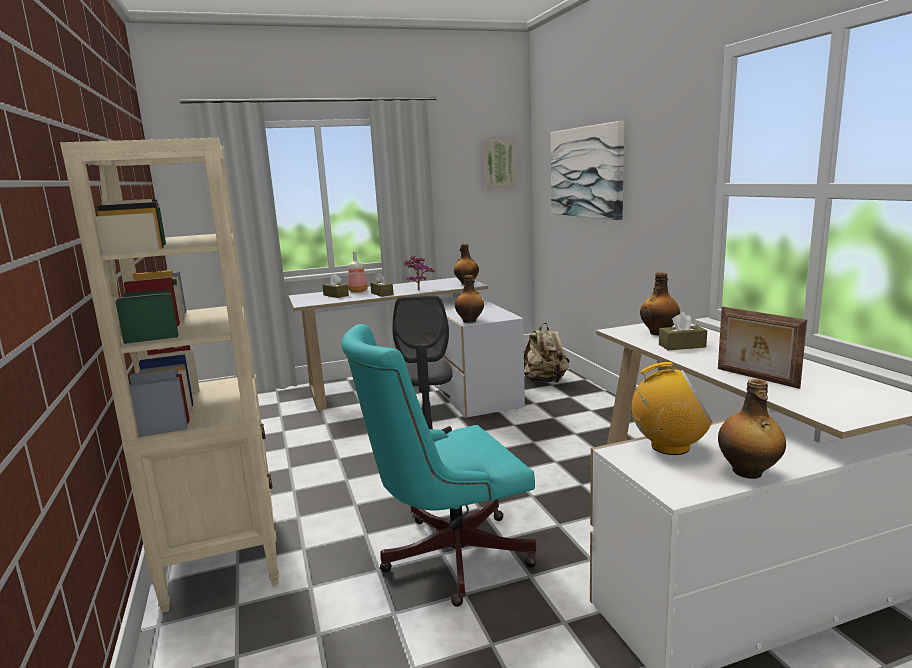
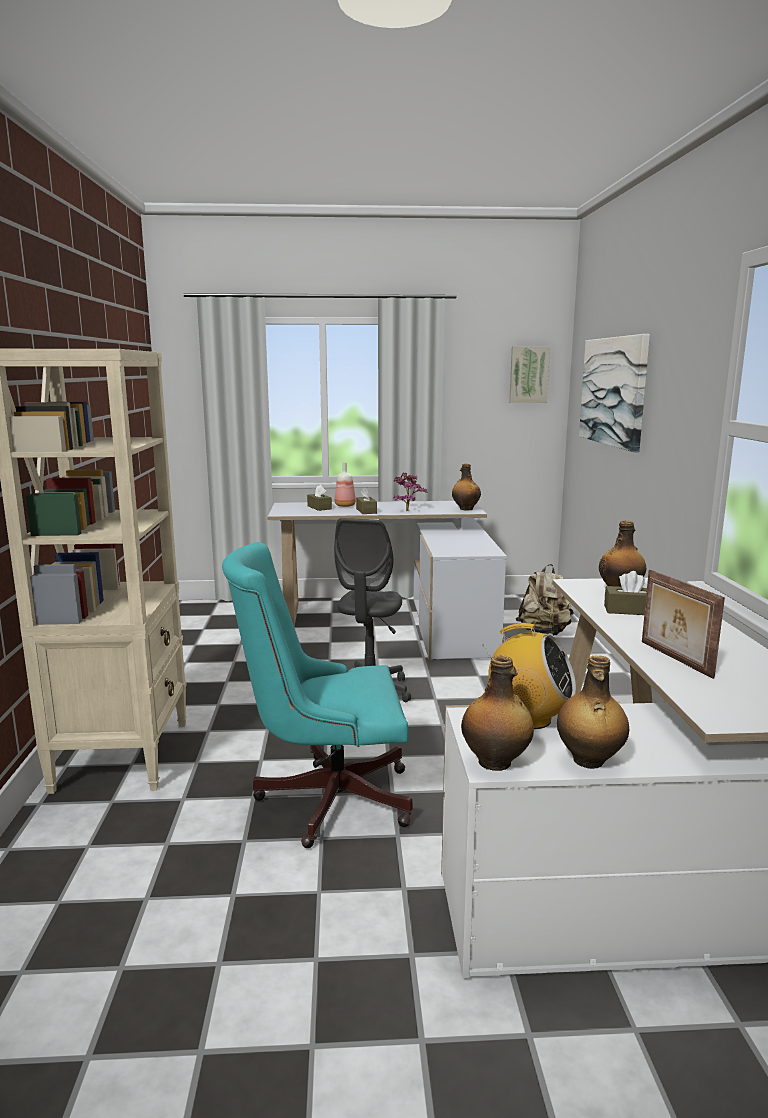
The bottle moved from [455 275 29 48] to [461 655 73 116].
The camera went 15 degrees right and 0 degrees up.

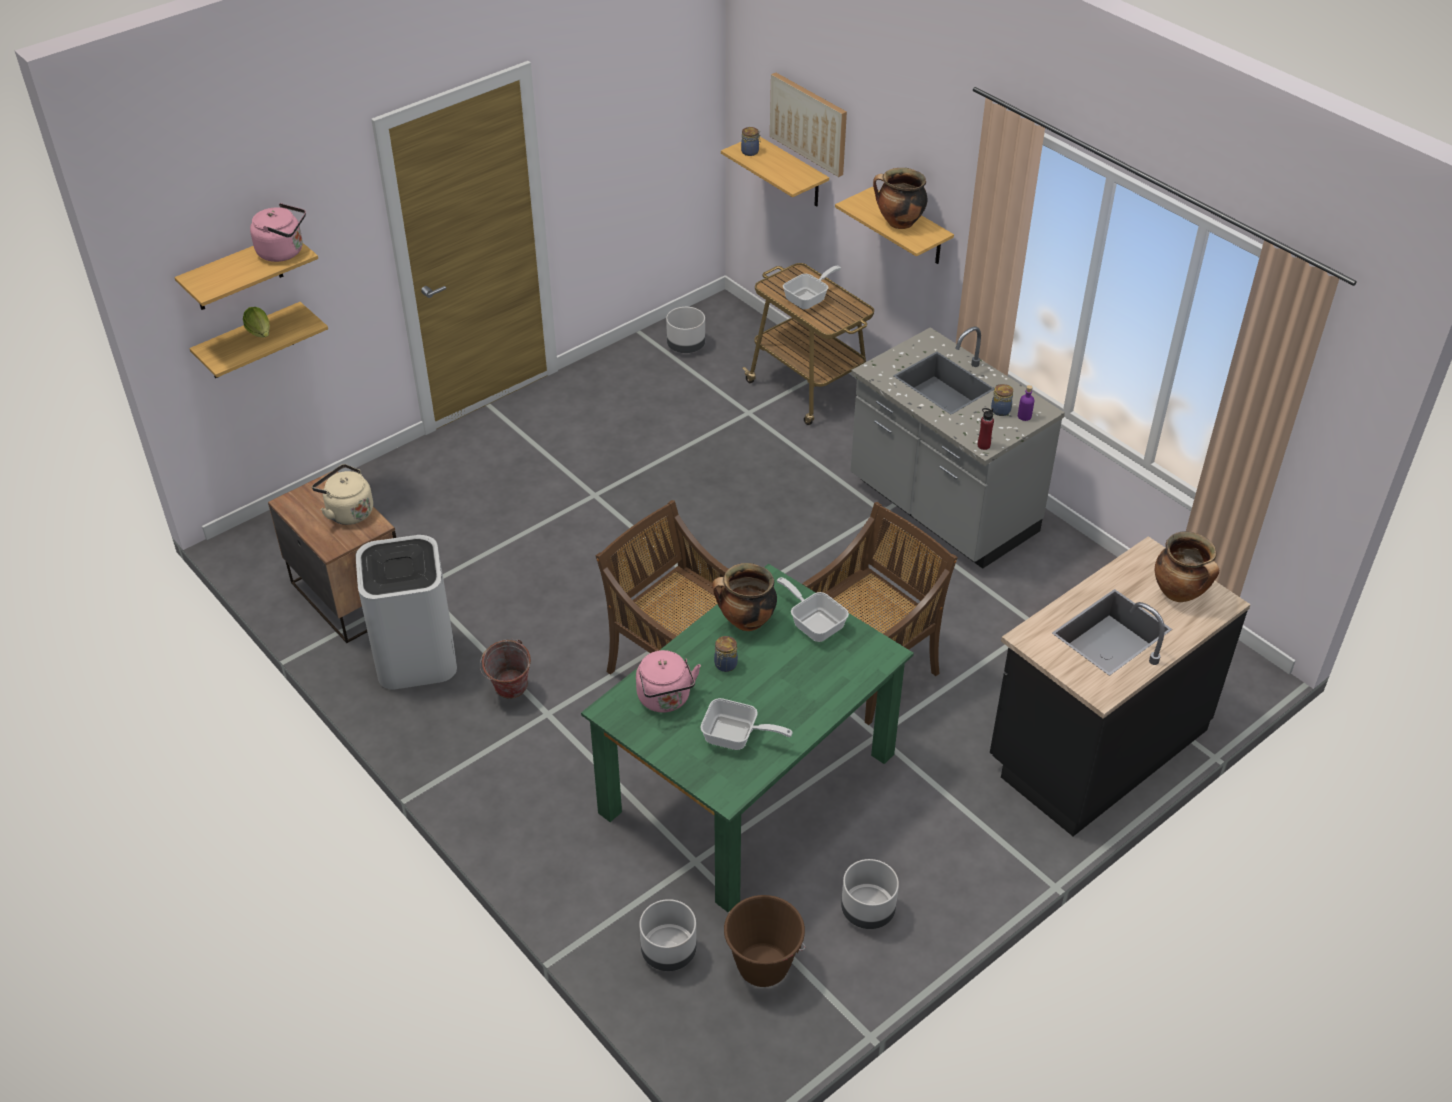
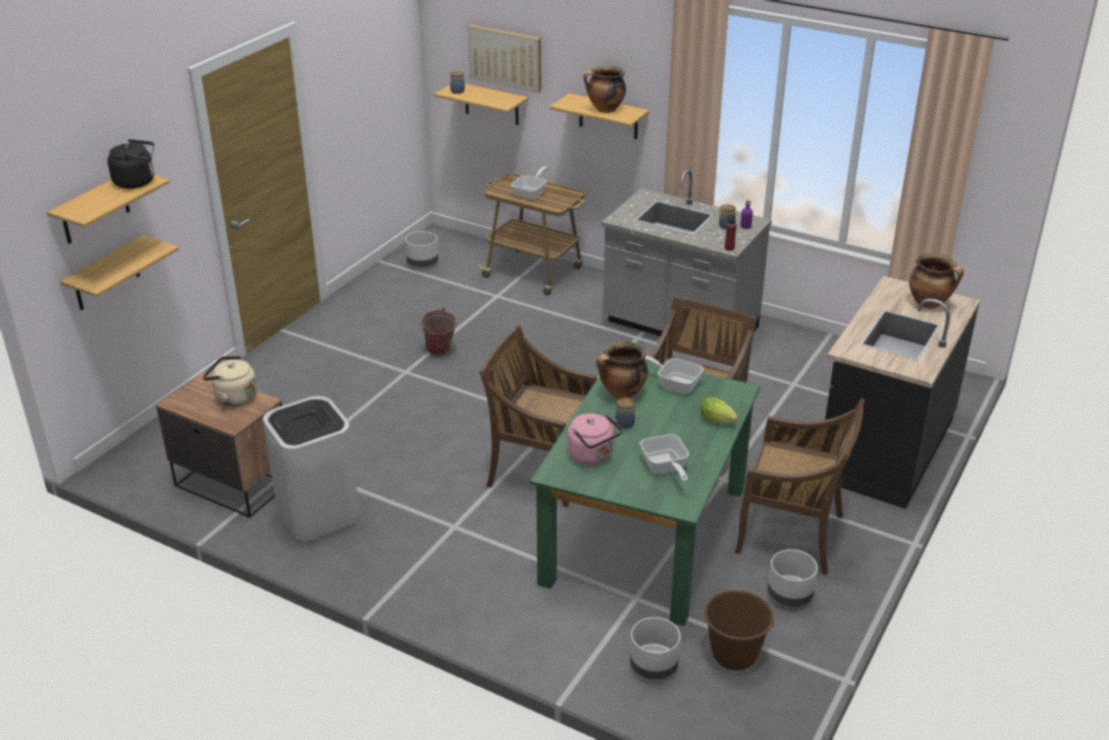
The lettuce head moved from [243 307 27 30] to [700 397 38 27].
The water kettle/pink-coloured at [250 203 56 59] became the water kettle/black at [107 139 47 50].
The pail moved from [480 639 51 60] to [419 308 38 47].
The pan at [700 698 92 52] turned 75 degrees clockwise.
The upright chair/brown at [735 398 130 177] appeared.
The camera went 20 degrees left and 10 degrees down.

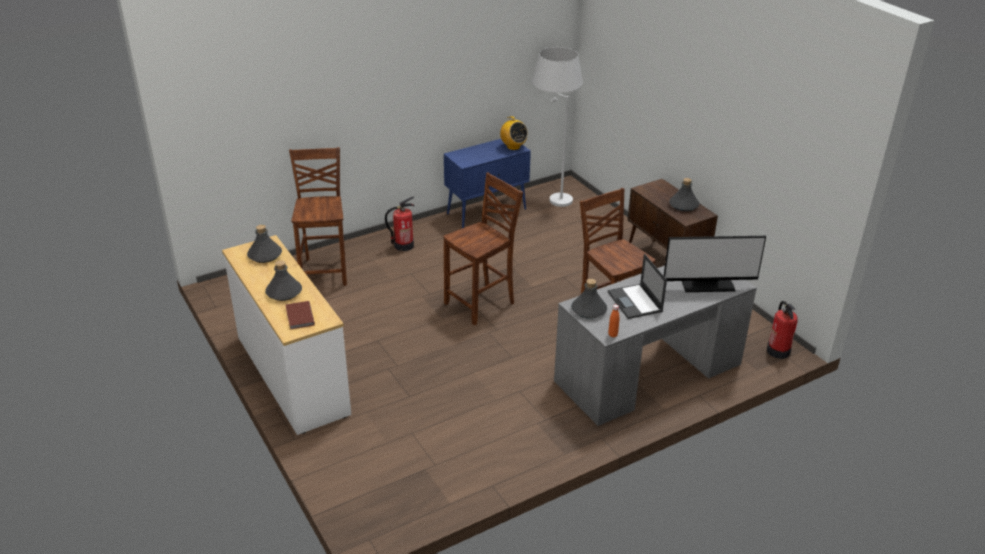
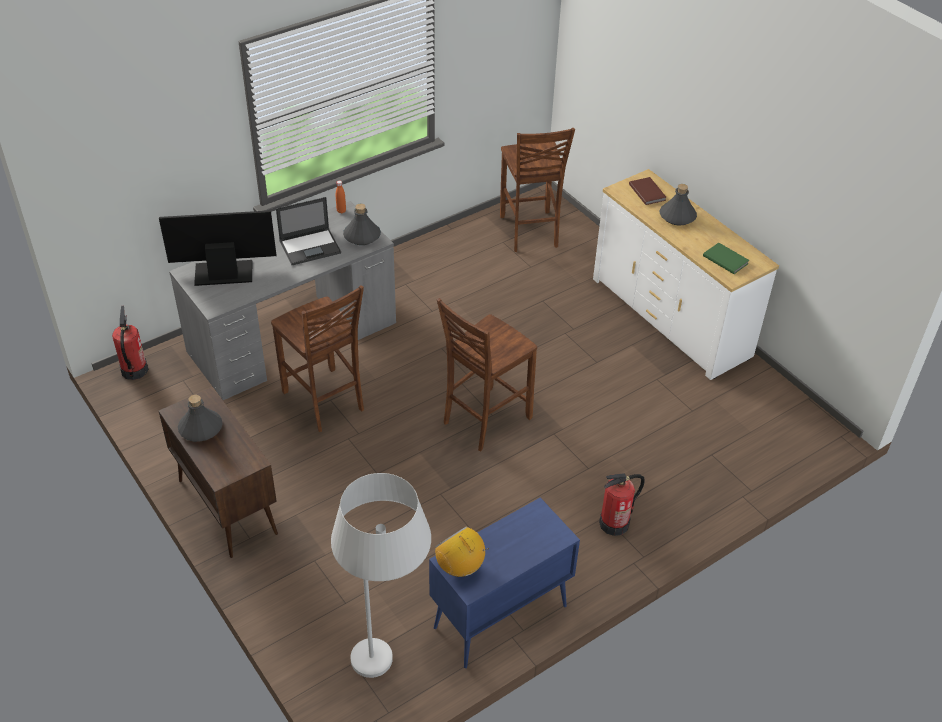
The bottle/grey at [247 225 35 38] was replaced by the book/green-coloured at [703 243 46 31].
The upright chair/brown moved from [289 147 58 139] to [500 128 75 124].
The notebook computer at [608 254 59 65] turned 90 degrees clockwise.
The camera went 175 degrees right and 10 degrees up.

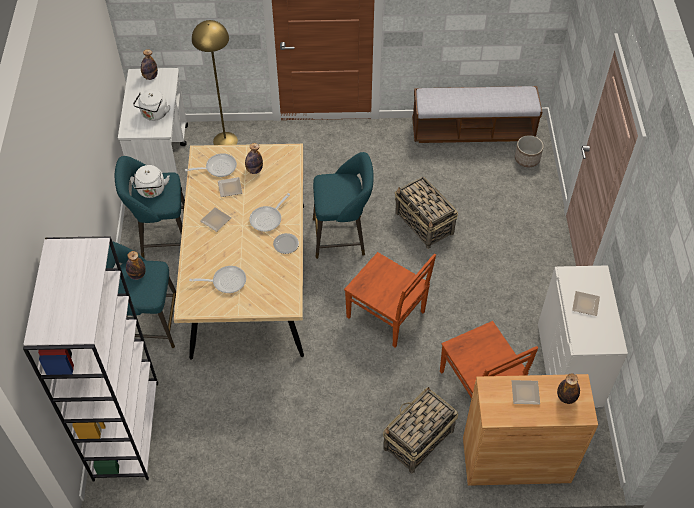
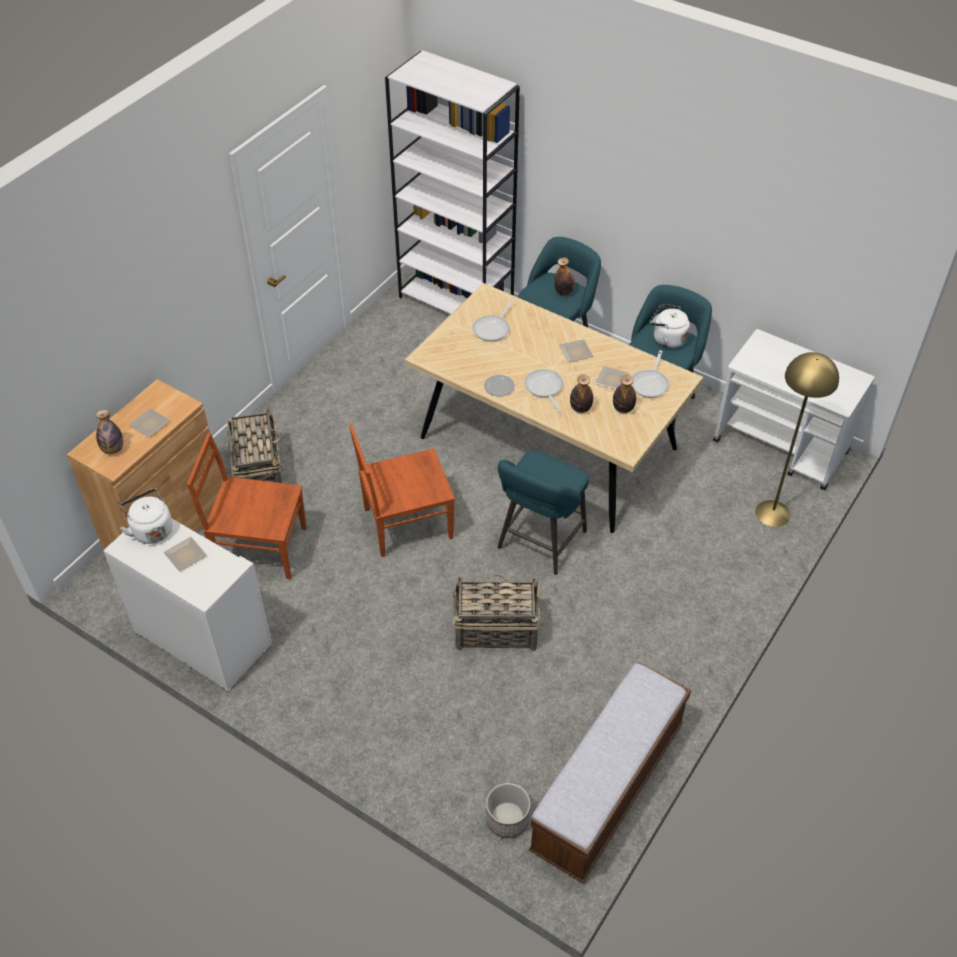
The water kettle/white moved from [133 89 37 32] to [120 489 52 55].
The bottle moved from [141 49 17 31] to [570 375 23 38].
The camera went 125 degrees right and 5 degrees down.

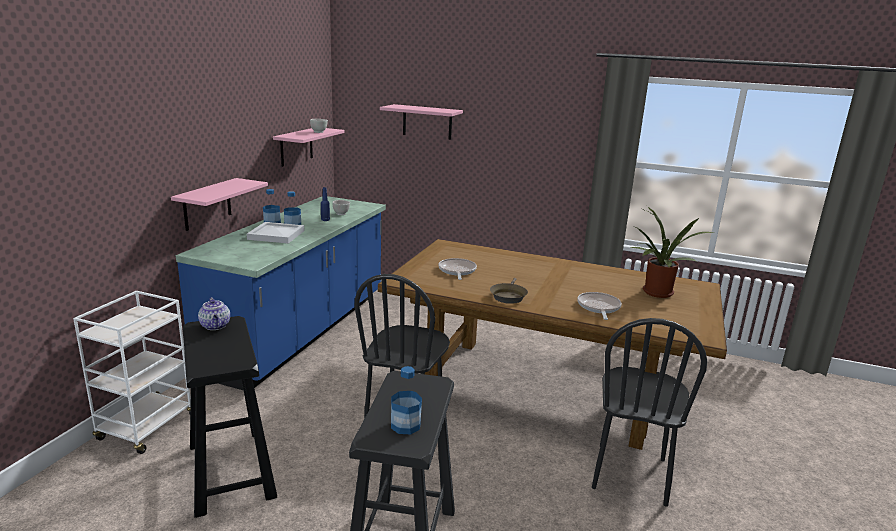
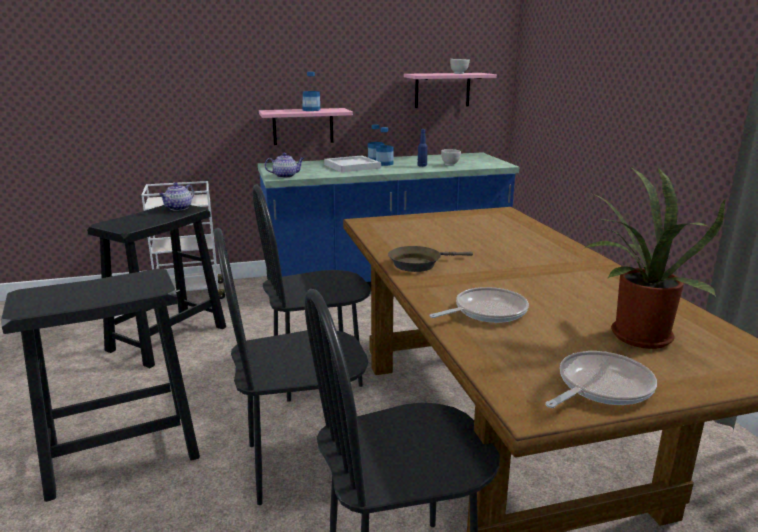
The shelf/pink-coloured at [380 104 83 36] disappeared.
The bottle moved from [391 366 31 68] to [302 72 18 39].
The pan moved from [438 258 39 22] to [545 351 112 57].
The upright chair/black at [214 228 154 277] appeared.
The tea pot at [265 153 39 25] appeared.
The camera went 55 degrees right and 0 degrees up.

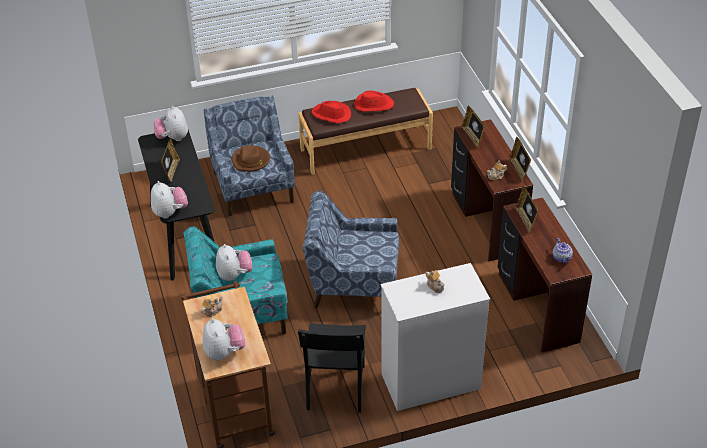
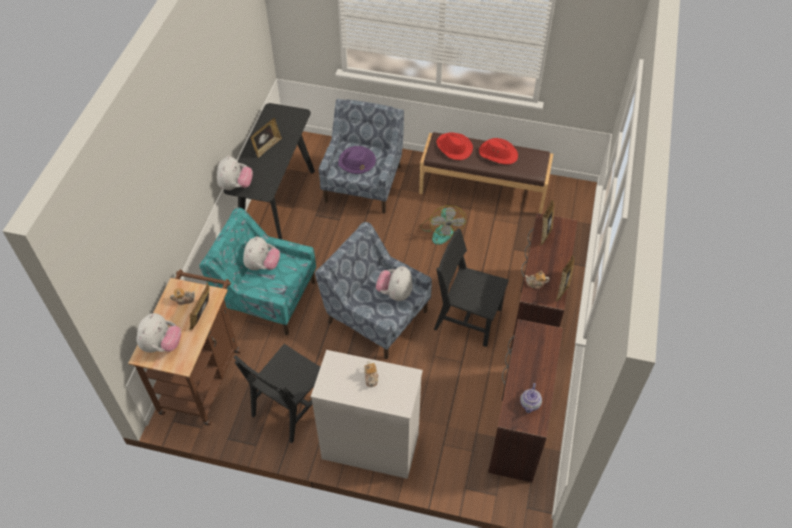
The soft toy moved from [153 106 35 35] to [376 266 37 35].
The hat/brown at [232 145 38 27] became the hat/purple at [338 146 38 28].
The standing frame moved from [515 186 24 47] to [190 282 20 48].
The electric fan at [420 205 46 40] appeared.
The upright chair/black at [434 229 75 118] appeared.
The camera went 30 degrees right and 10 degrees up.

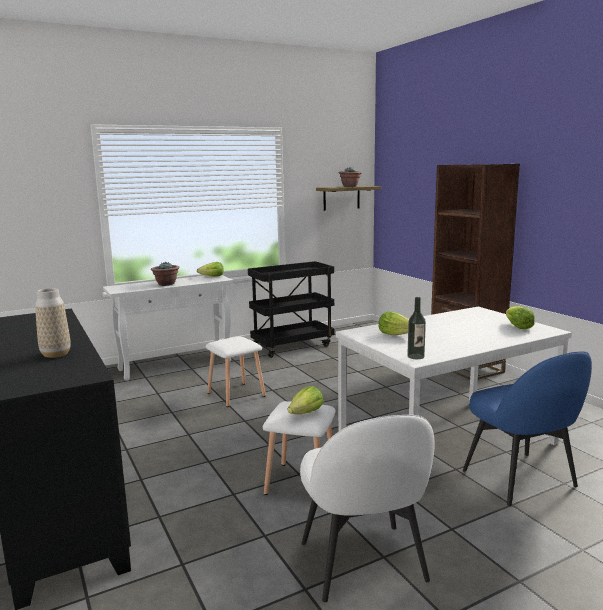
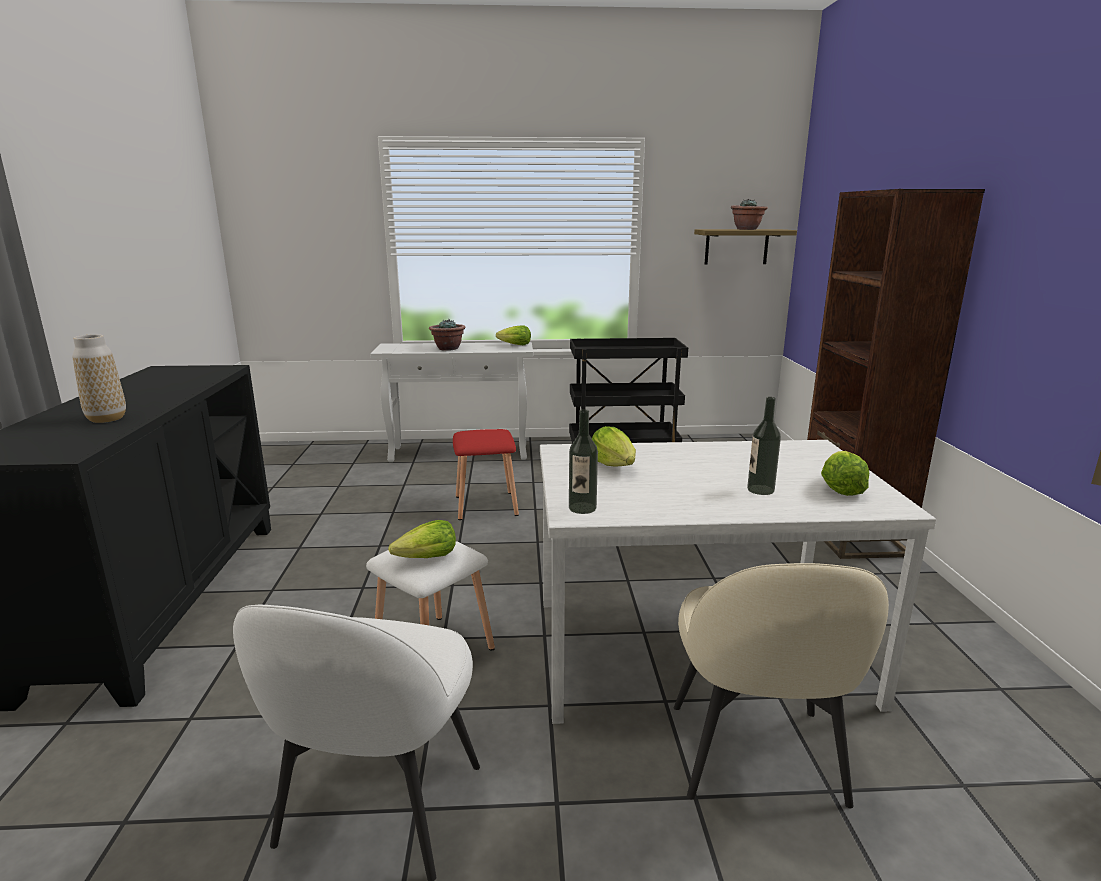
The sitting stool/white at [205 336 61 71] became the sitting stool/reddish at [453 429 66 91].
The upright chair/blue at [463 351 129 155] became the upright chair/beige-coloured at [674 563 215 245].
The bottle at [747 397 34 98] appeared.
The camera went 25 degrees right and 5 degrees up.

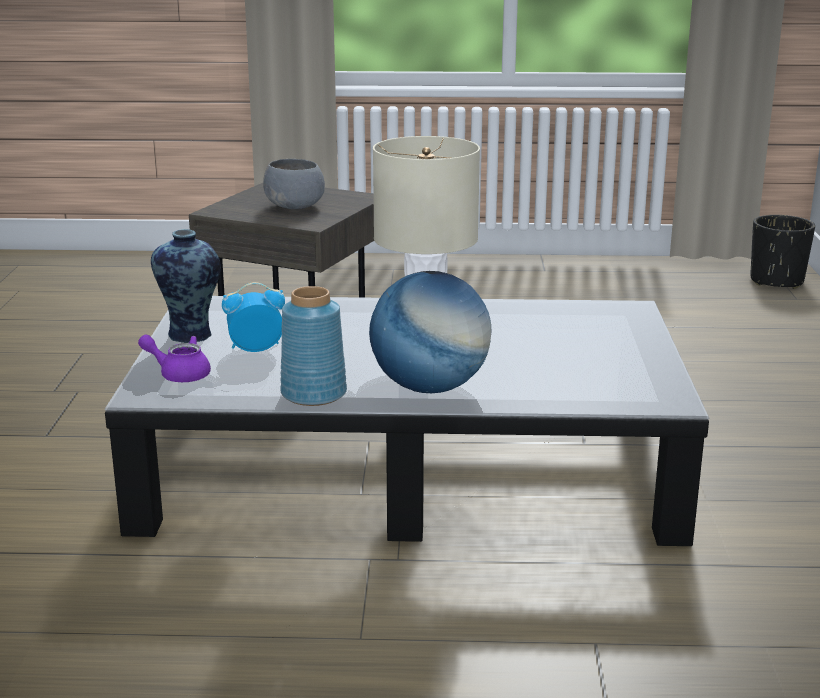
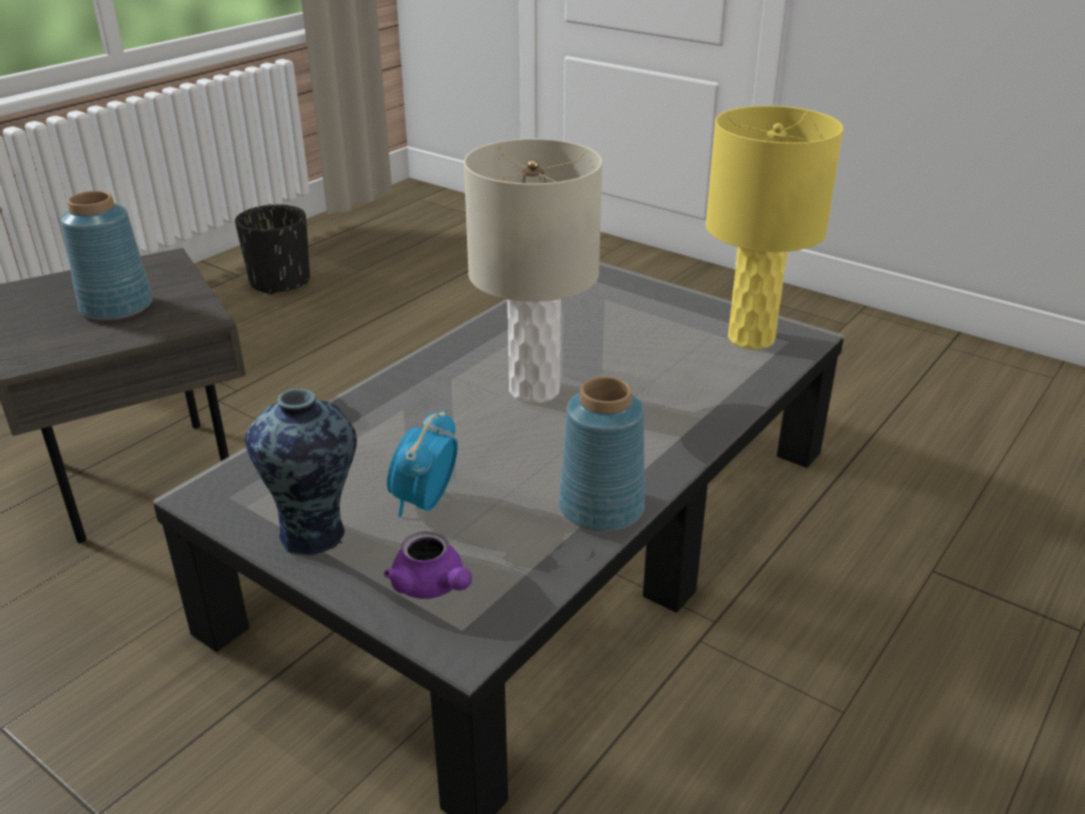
The tea pot/purple at [138 334 73 48] turned 90 degrees counterclockwise.
The deep dish/grey at [263 159 62 50] was replaced by the decorative vase/blue at [61 191 92 130].
The world globe at [369 271 123 122] disappeared.
The plant pot/black moved from [750 215 65 74] to [235 205 75 90].
The lamp for a table/yellow at [706 106 138 243] appeared.
The camera went 55 degrees left and 10 degrees up.

